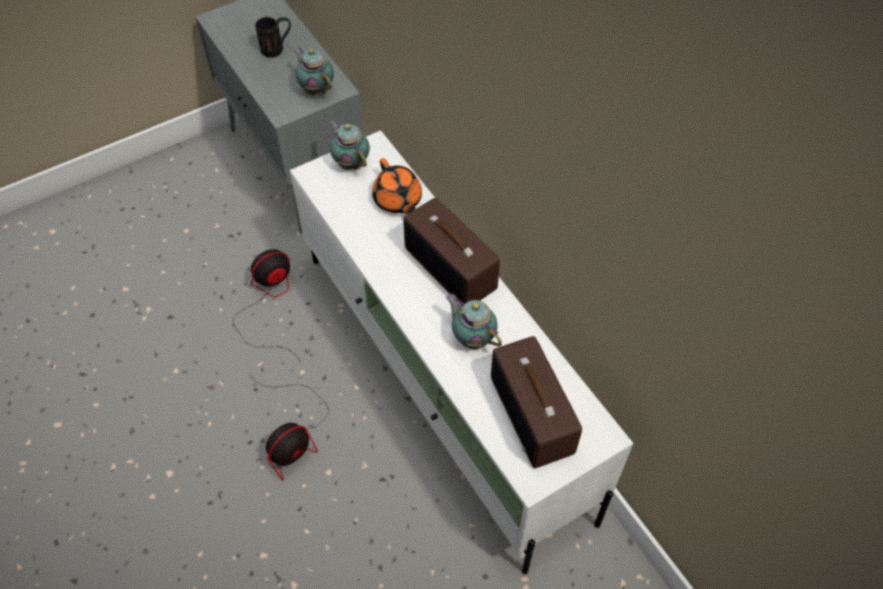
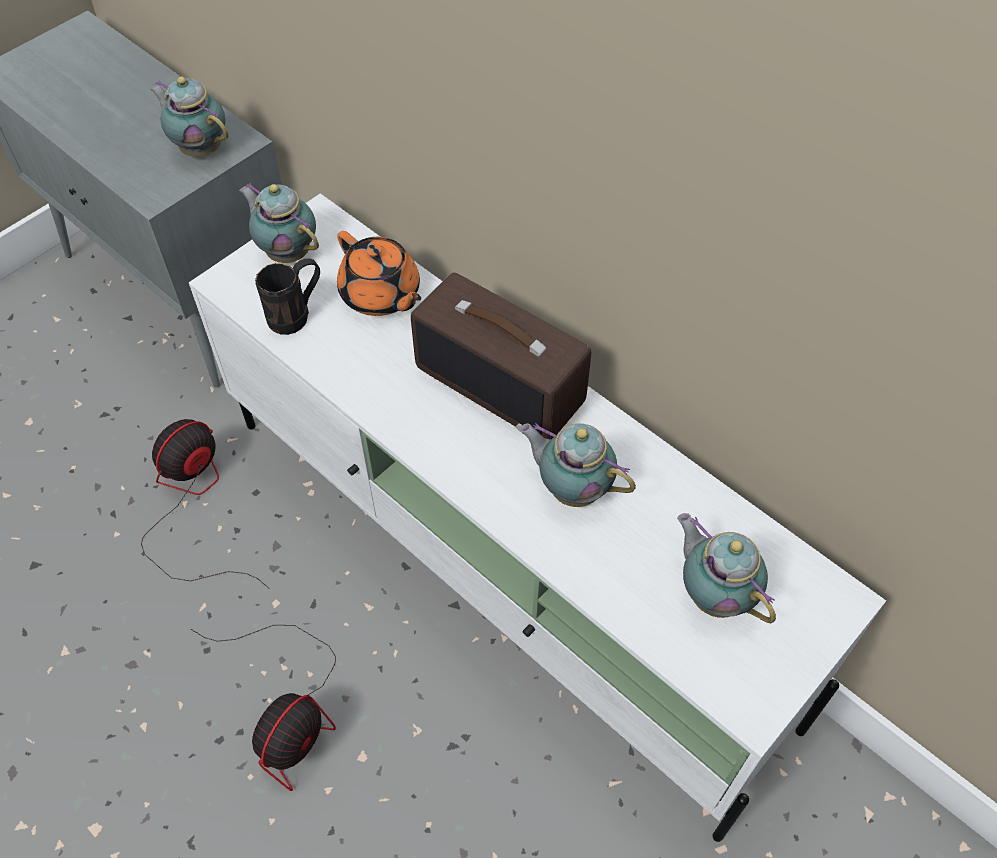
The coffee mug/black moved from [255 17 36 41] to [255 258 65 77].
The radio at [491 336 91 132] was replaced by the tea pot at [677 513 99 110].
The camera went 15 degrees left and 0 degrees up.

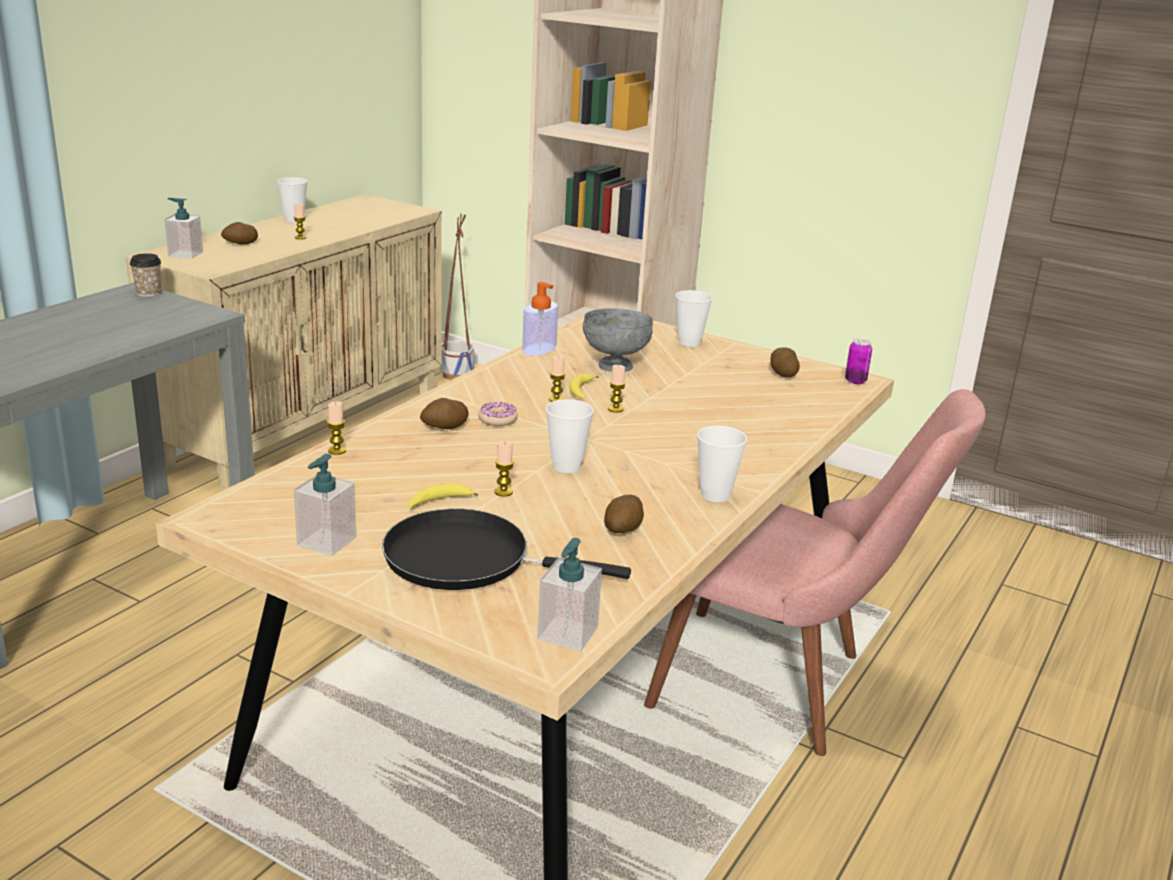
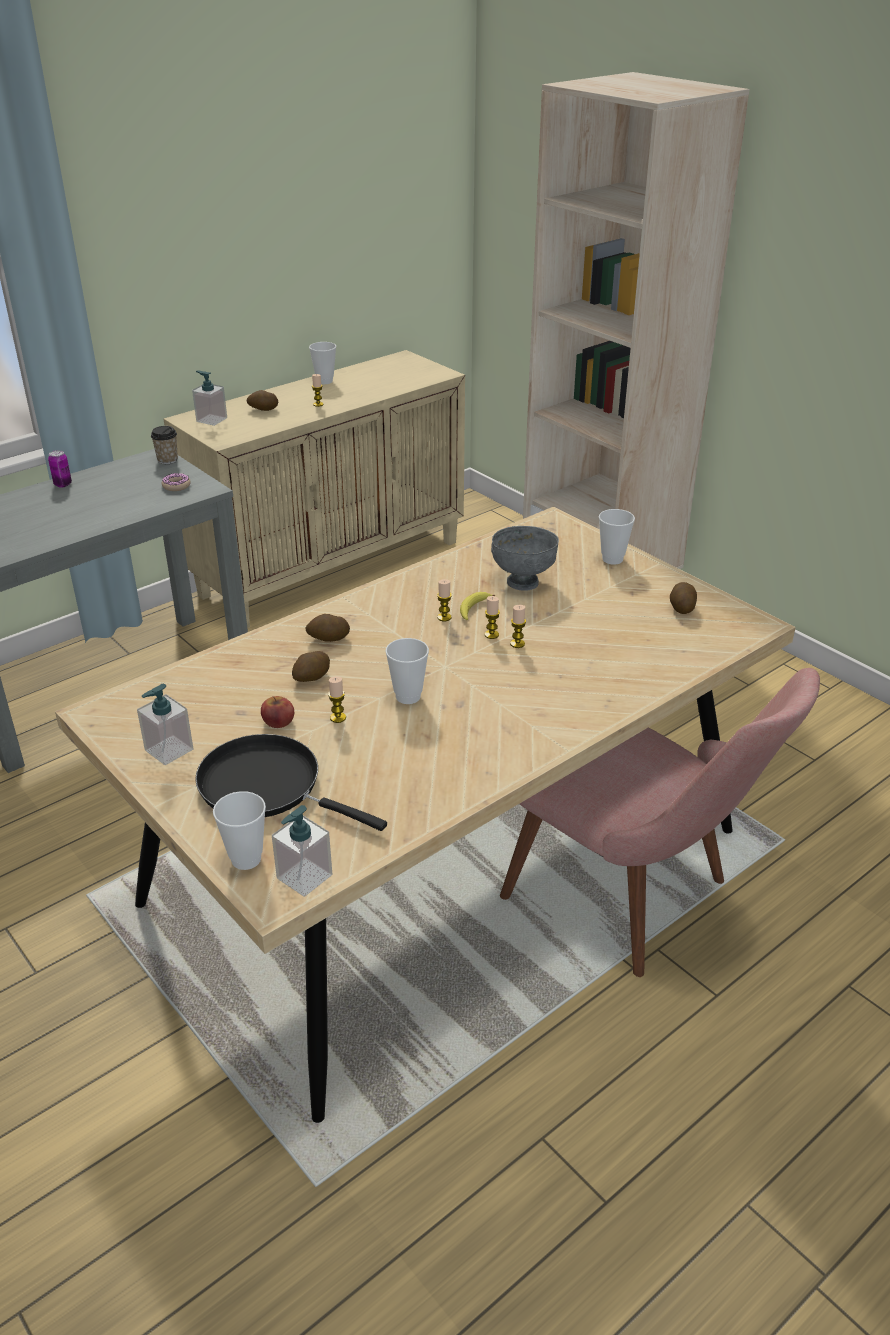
The wax candle moved from [327 401 19 54] to [510 605 16 43].
The banana at [408 483 70 26] was replaced by the apple fruit at [261 696 33 32].
The plant pot at [440 213 34 167] disappeared.
The donut moved from [478 402 40 24] to [162 473 29 18].
The soap dispenser at [522 282 36 74] disappeared.
The whole potato moved from [604 495 40 38] to [292 651 38 31].
The small cup moved from [697 426 50 76] to [213 791 53 79].
The metal can moved from [845 339 27 45] to [48 450 24 37].
The camera went 20 degrees right and 10 degrees up.

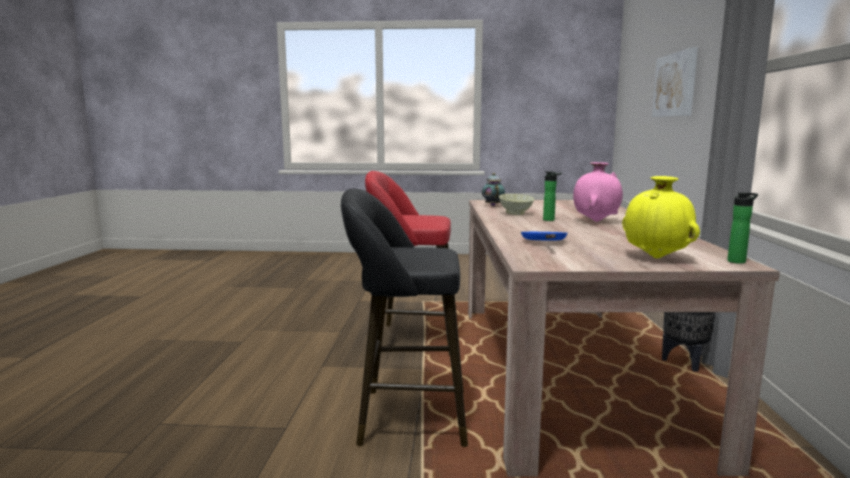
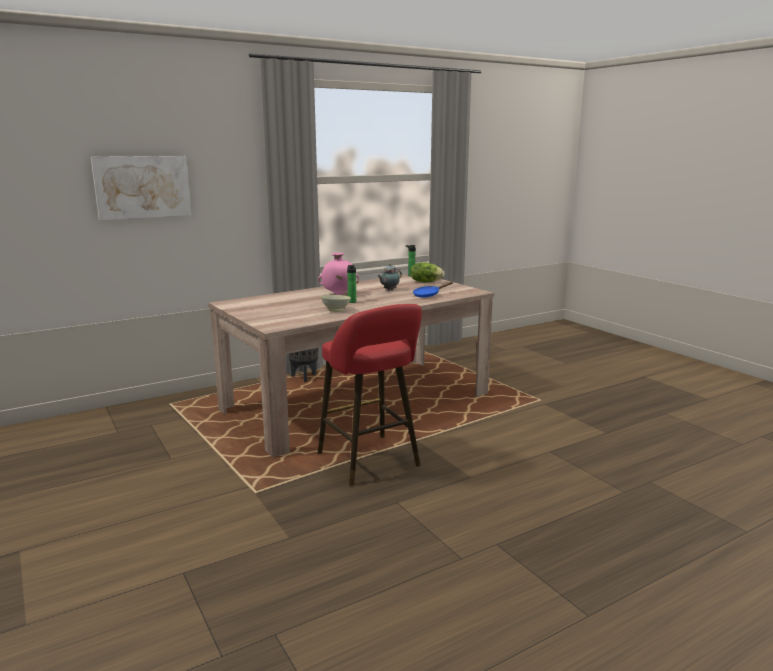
The sitting stool/black at [341 188 127 259] disappeared.
The tea pot moved from [482 173 23 33] to [377 263 25 28].
The decorative vase/yellow at [622 176 78 82] was replaced by the lettuce head at [410 262 34 20].
The camera went 125 degrees left and 5 degrees up.

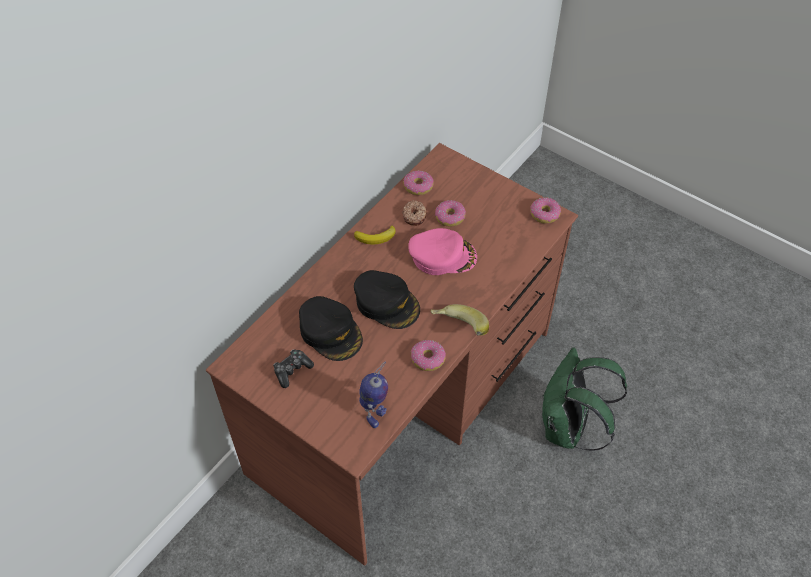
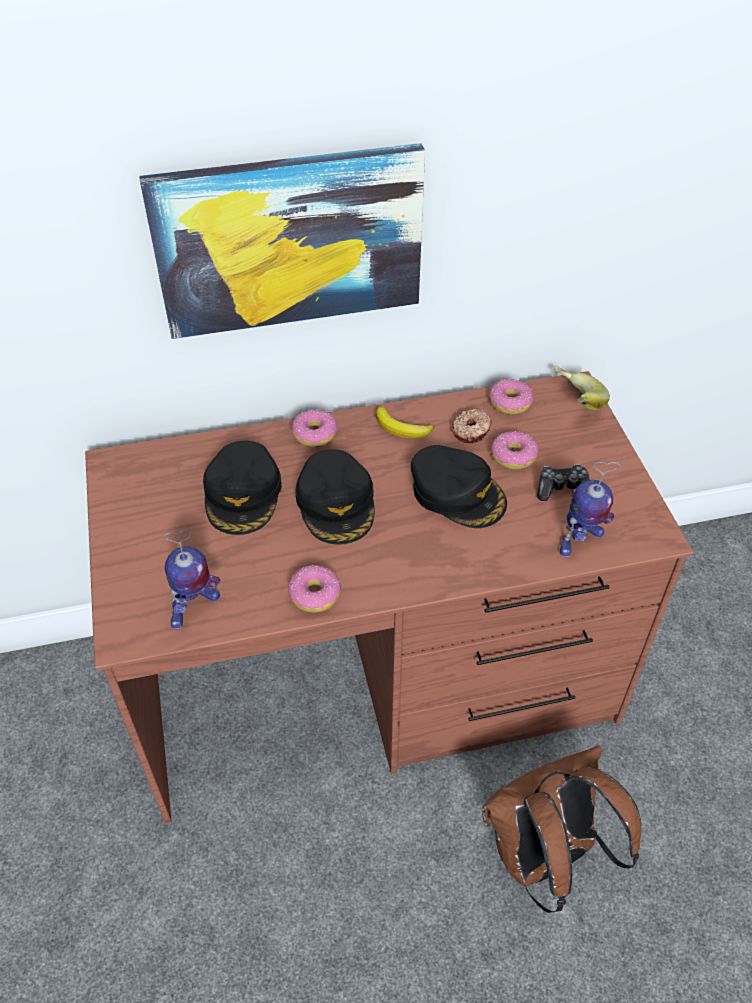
The joypad moved from [273 349 41 39] to [537 464 53 37].
The baseball cap/pink-coloured at [408 228 69 47] became the baseball cap/black at [411 445 96 83].
The banana moved from [430 304 59 31] to [555 366 55 44].
The donut moved from [530 197 31 27] to [292 409 45 38].
The rucksack/green-coloured at [542 347 85 104] became the rucksack/brown at [482 745 159 168].
The wall art at [139 143 286 196] appeared.
The model robot at [560 462 60 95] appeared.
The camera went 40 degrees right and 5 degrees down.

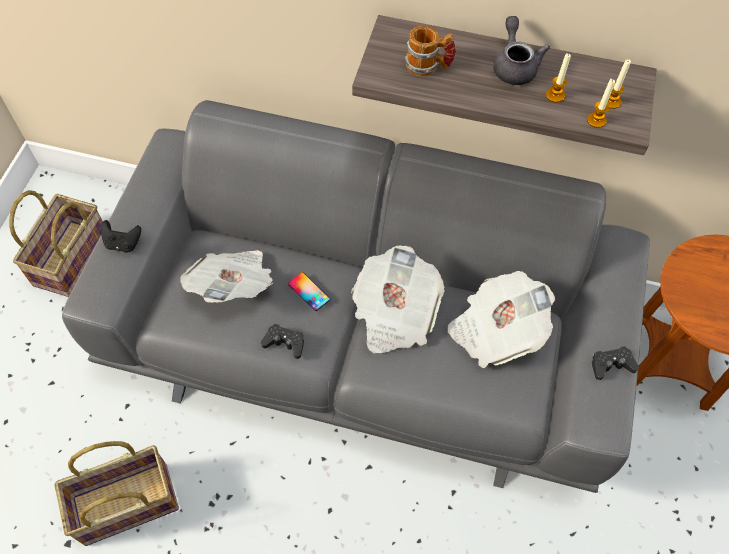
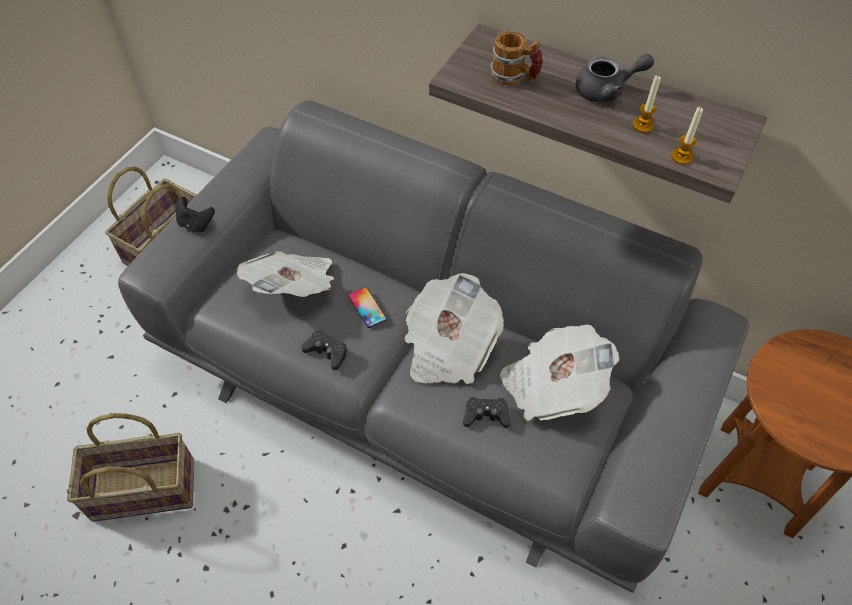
The tea pot/grey at [493 16 57 69] turned 75 degrees clockwise.
The joypad/black moved from [592 346 47 34] to [463 397 48 31].
The wax candle at [607 59 24 50] disappeared.
The camera went 15 degrees right and 5 degrees down.

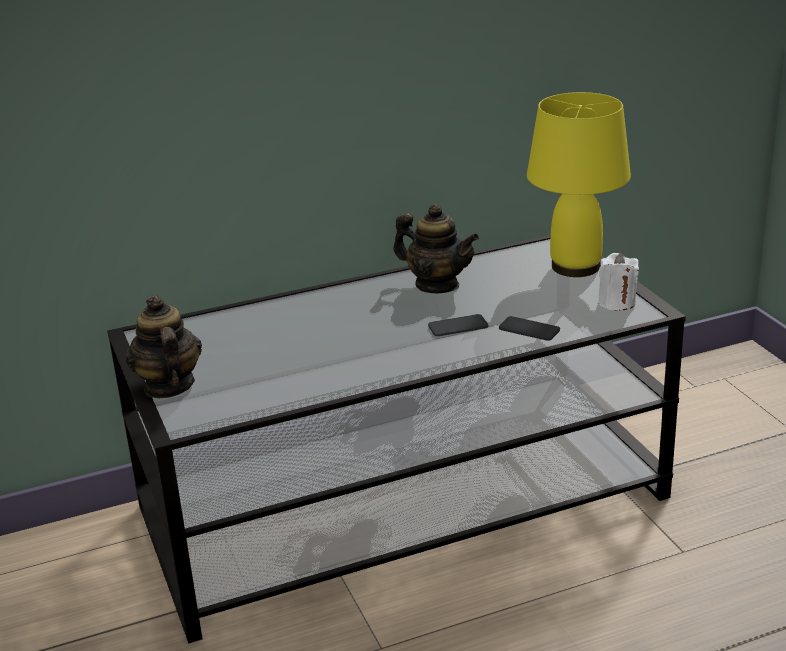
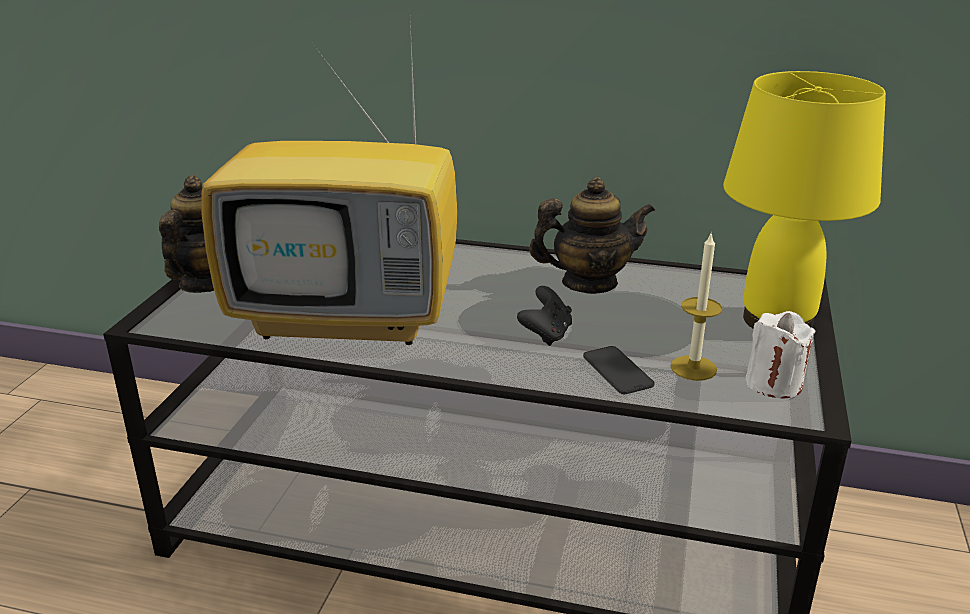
The tea pot at [393 204 86 89] turned 75 degrees counterclockwise.
The handset at [428 314 60 22] was replaced by the joypad/black at [517 286 55 60].
The TV at [201 23 256 322] appeared.
The wax candle at [671 231 51 150] appeared.
The camera went 35 degrees right and 0 degrees up.

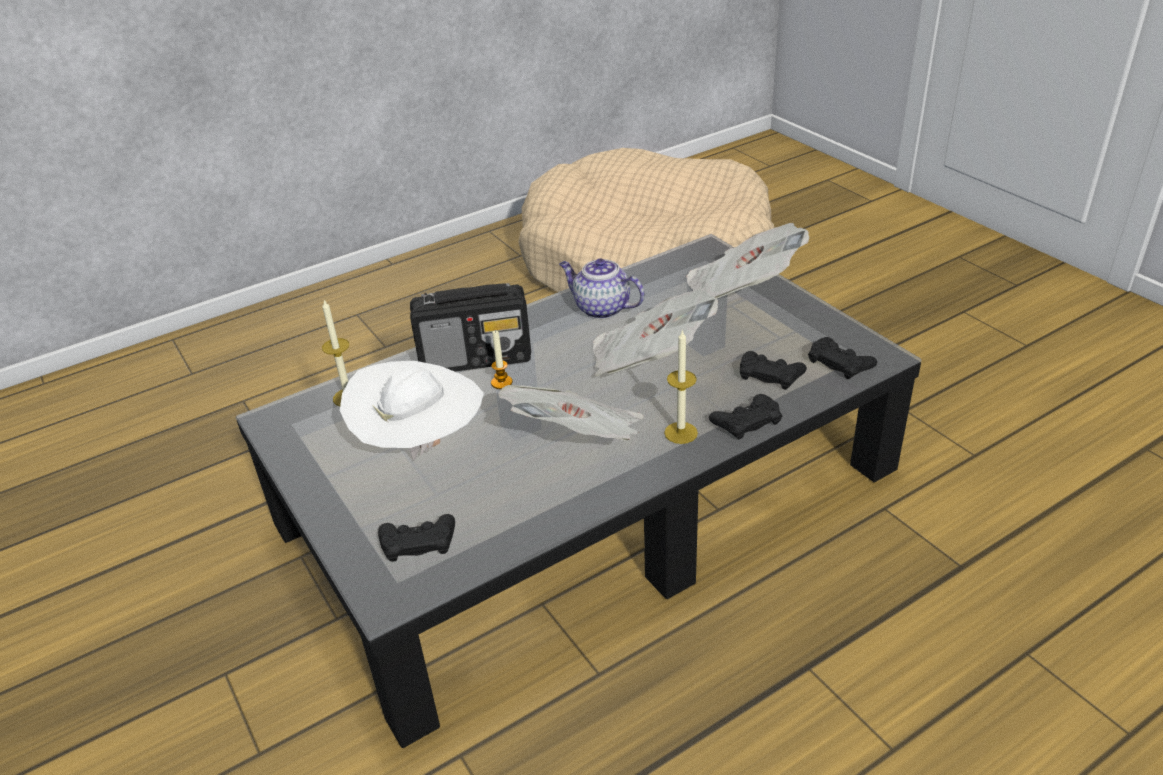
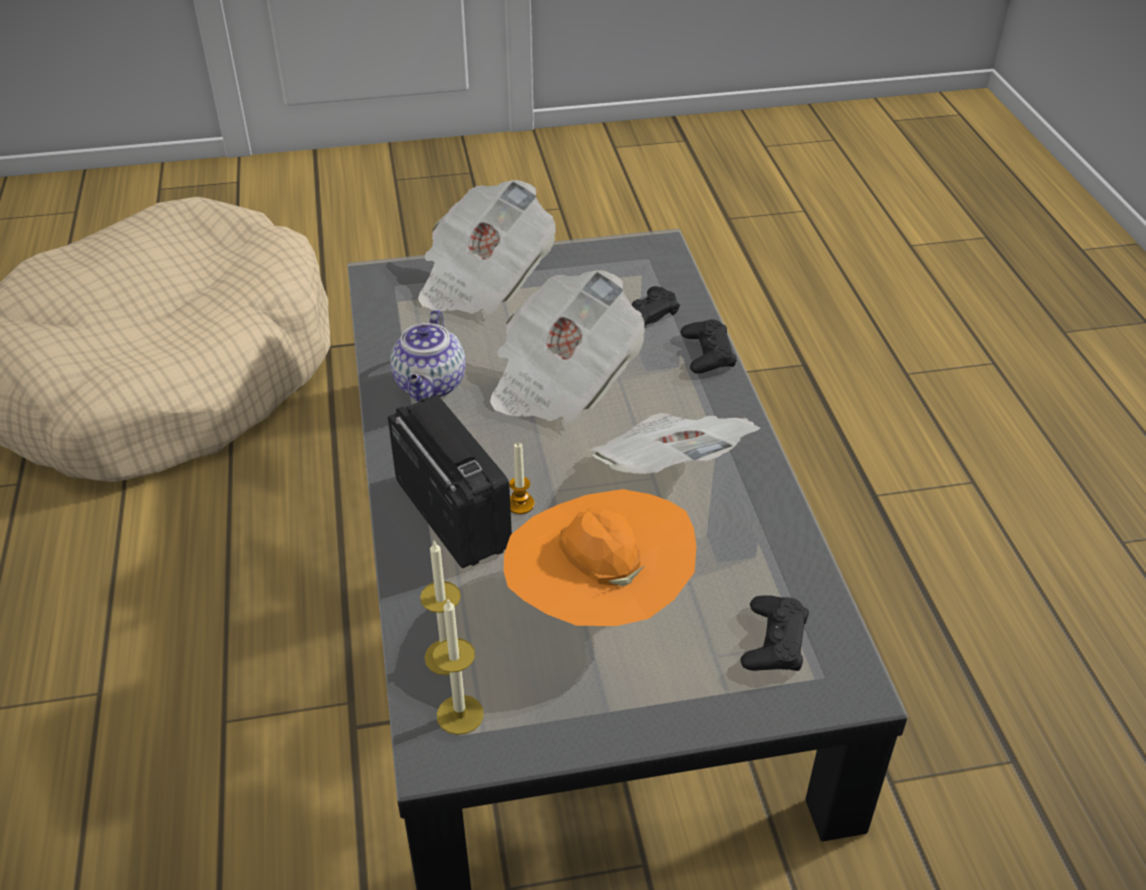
The hat/white at [340 361 144 100] became the hat/orange at [504 489 192 137].
The radio at [410 283 121 89] turned 45 degrees counterclockwise.
The tea pot at [559 258 85 61] turned 45 degrees counterclockwise.
The wax candle moved from [664 330 34 114] to [433 599 51 136].
The joypad/black at [808 337 69 42] disappeared.
The camera went 70 degrees left and 5 degrees up.

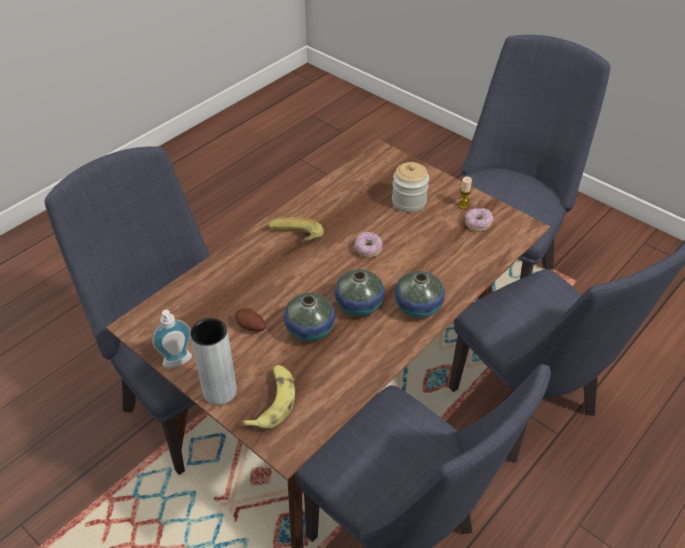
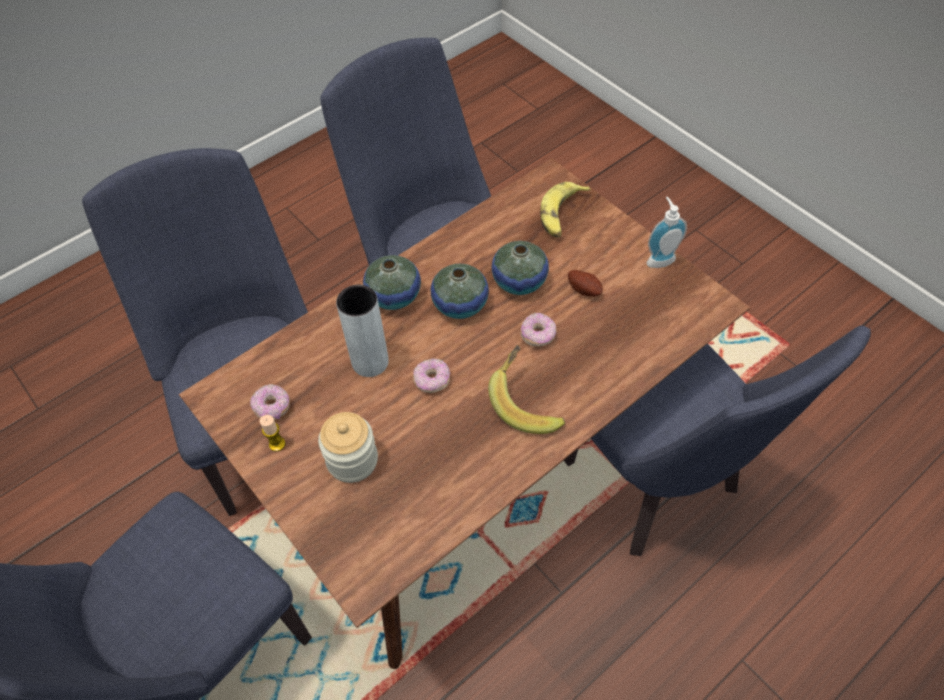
The decorative vase/grey moved from [190 318 47 87] to [336 285 53 92].
The donut at [520 313 36 34] appeared.
The camera went 170 degrees left and 10 degrees up.

